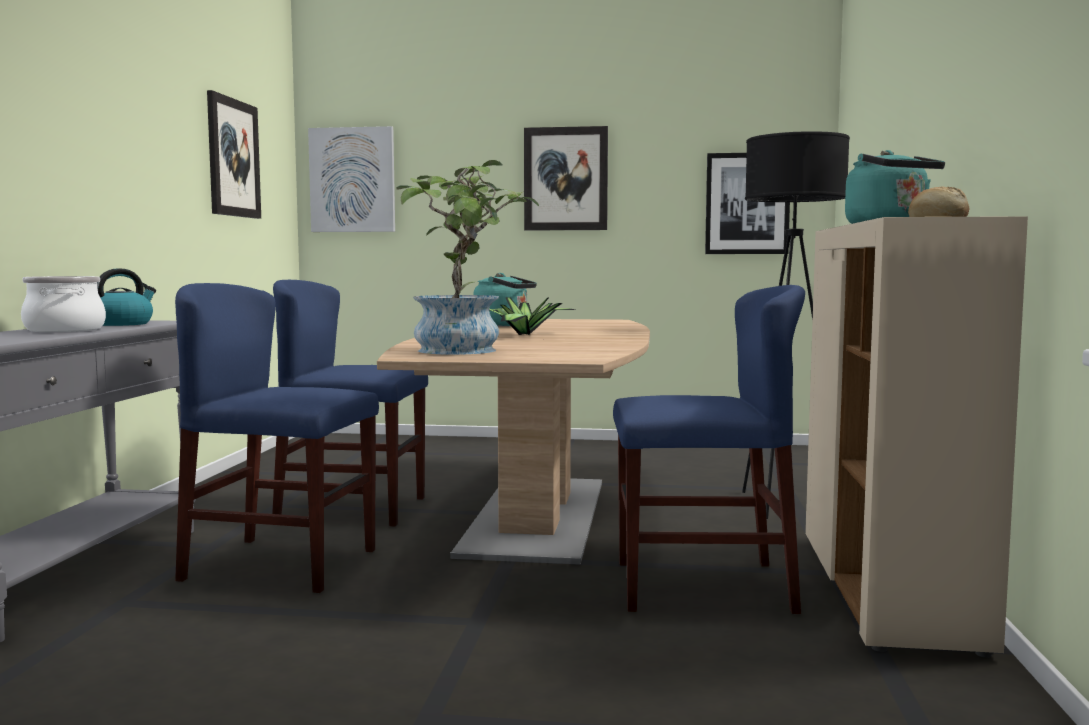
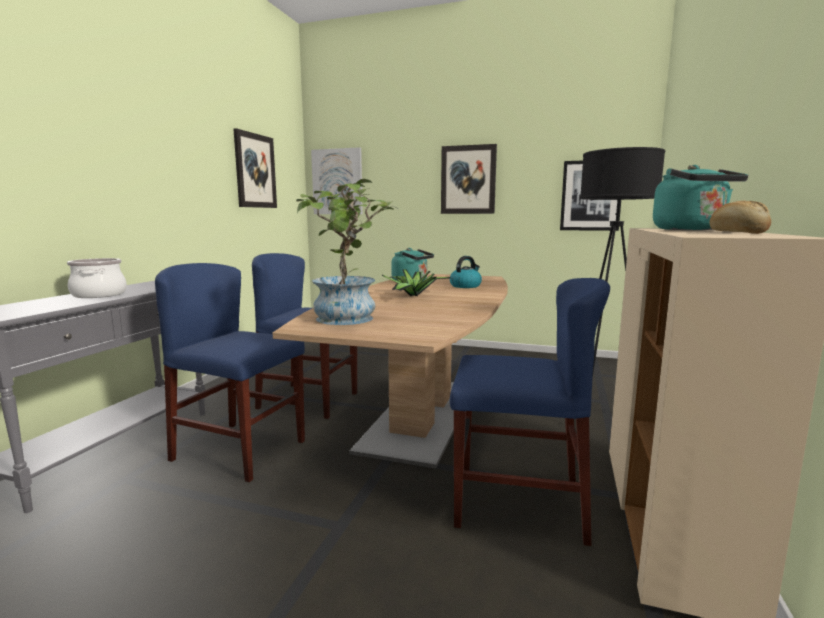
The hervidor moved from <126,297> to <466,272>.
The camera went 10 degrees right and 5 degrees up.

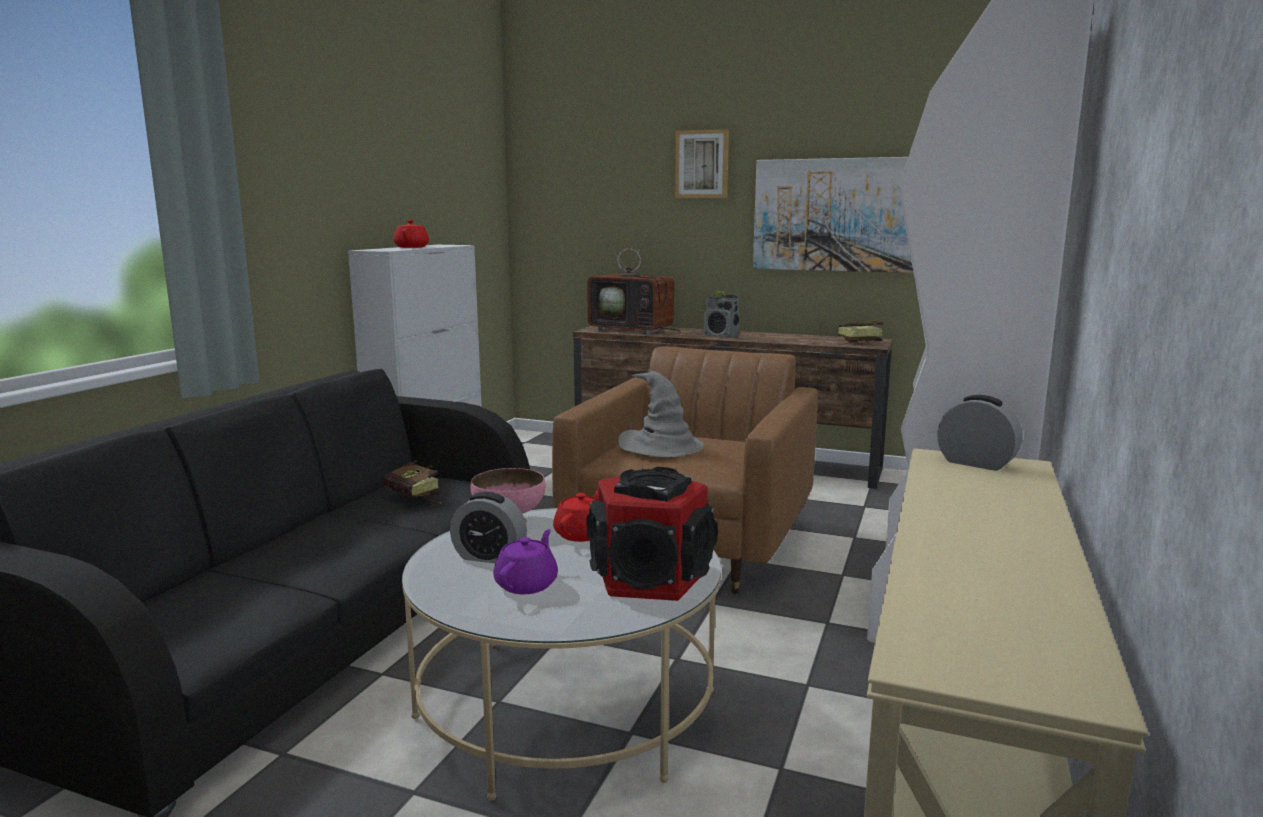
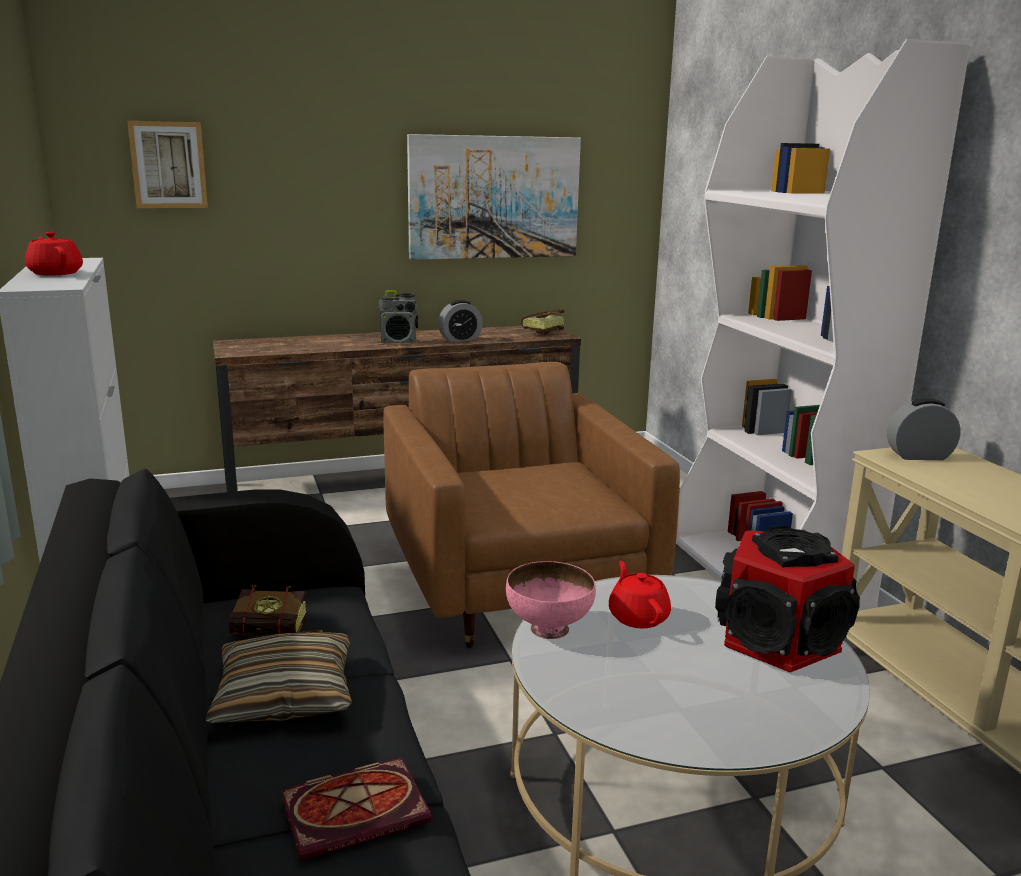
The cuadro moved from <702,163> to <167,164>.
The cojín at <279,677> appeared.
The libro at <356,809> appeared.
The despertador moved from <488,527> to <460,321>.
The tetera/morado at <525,561> disappeared.
The televisor at <634,281> disappeared.
The sombrero/gris at <661,414> disappeared.
The camera went 40 degrees left and 5 degrees up.

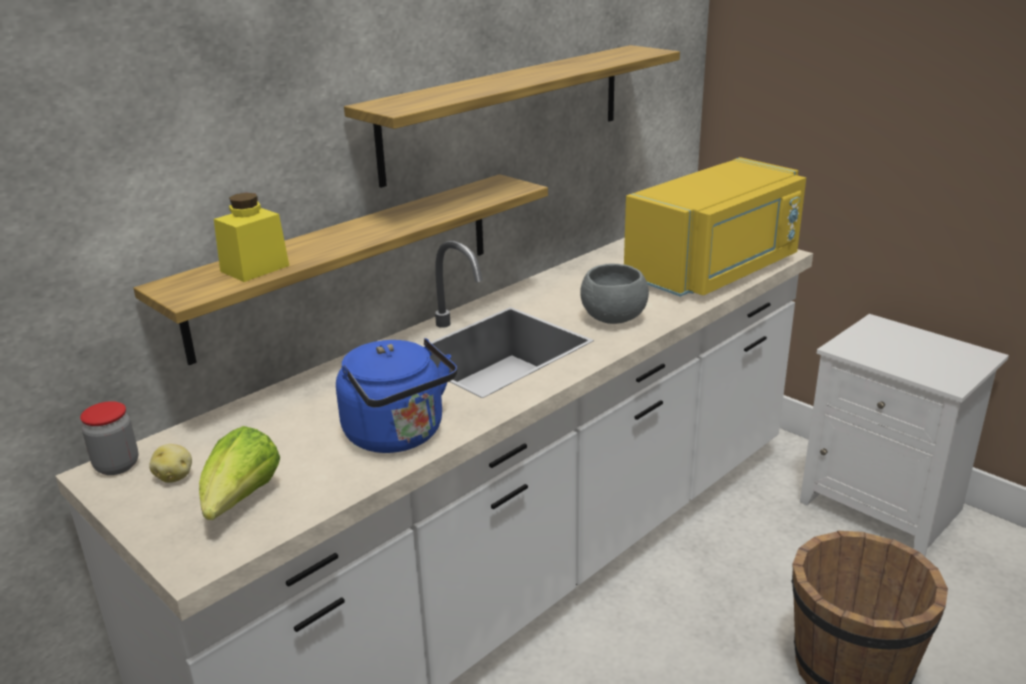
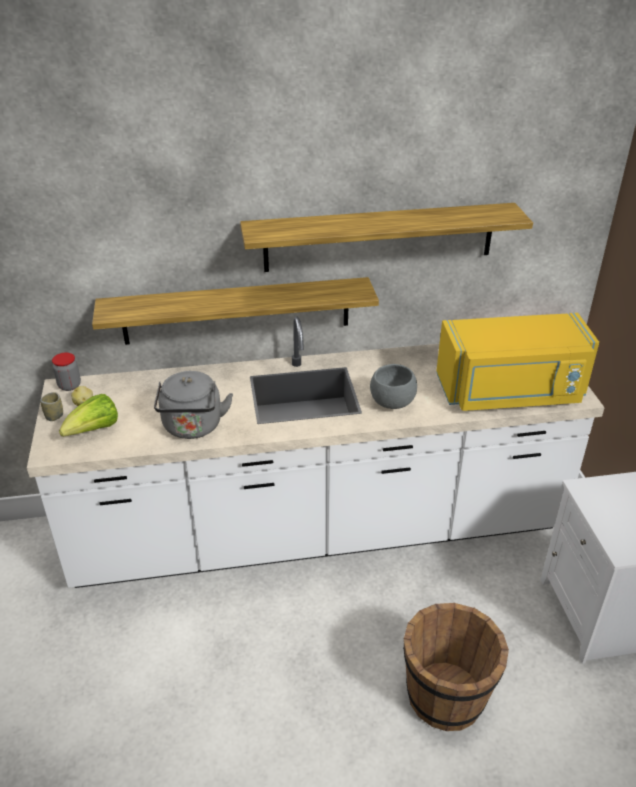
The taza at <51,406> appeared.
The hervidor/azul at <396,395> became the hervidor/gris at <193,405>.
The tarro/amarillo at <251,237> disappeared.
The camera went 35 degrees right and 10 degrees up.

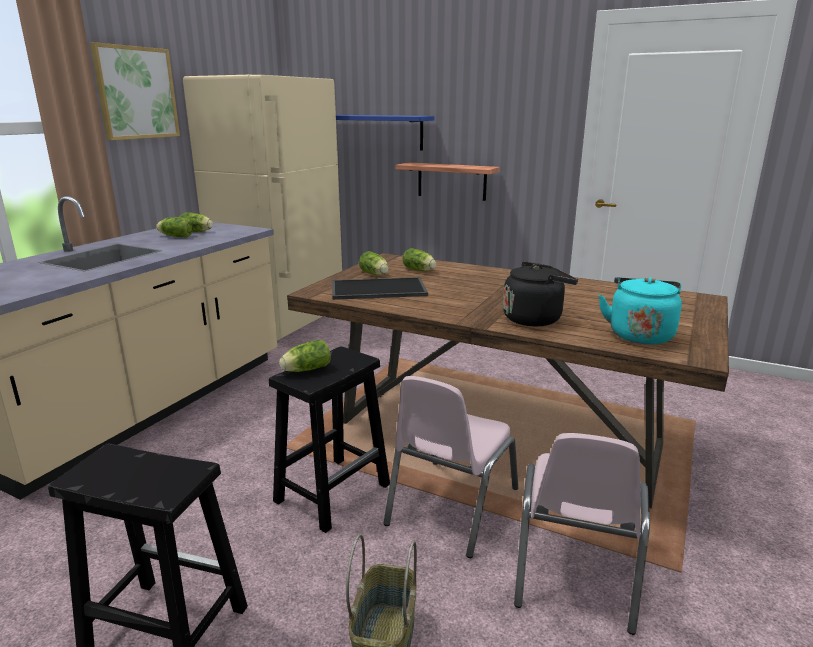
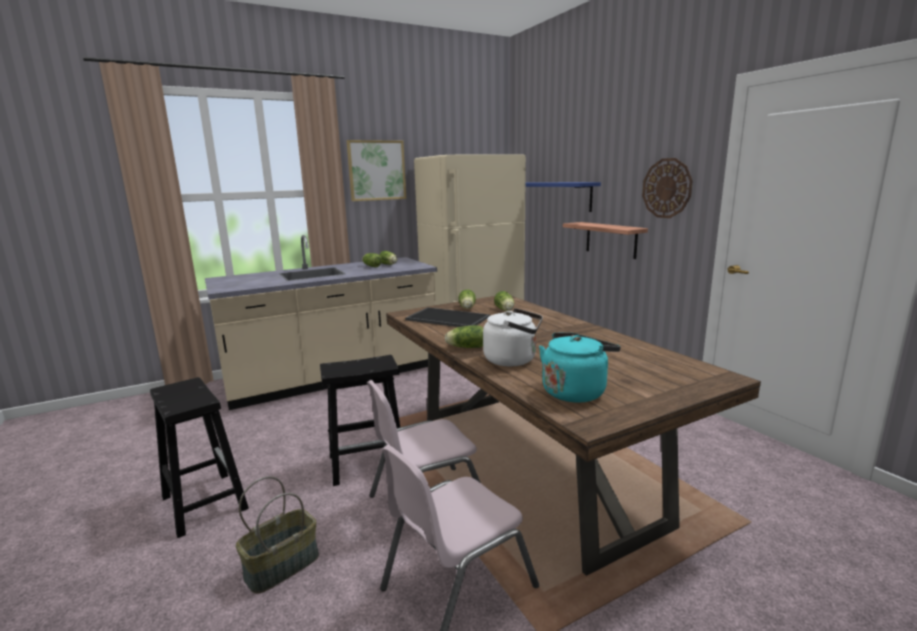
The lechuga moved from <305,356> to <464,336>.
The hervidor/negro at <540,293> became the hervidor/blanco at <513,337>.
The reloj de pared at <667,188> appeared.
The camera went 35 degrees right and 5 degrees down.

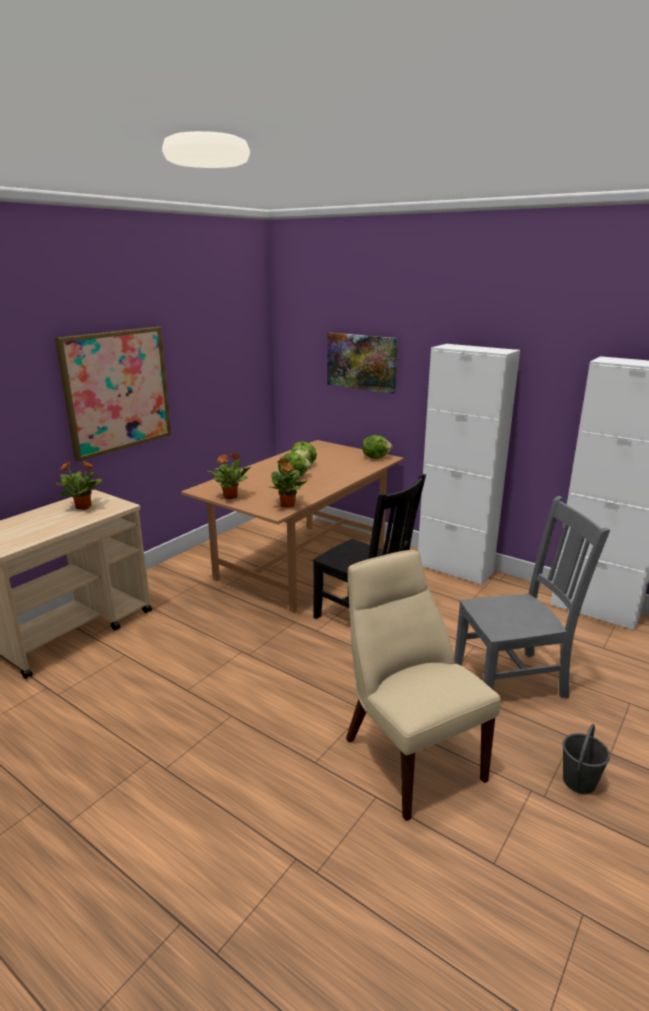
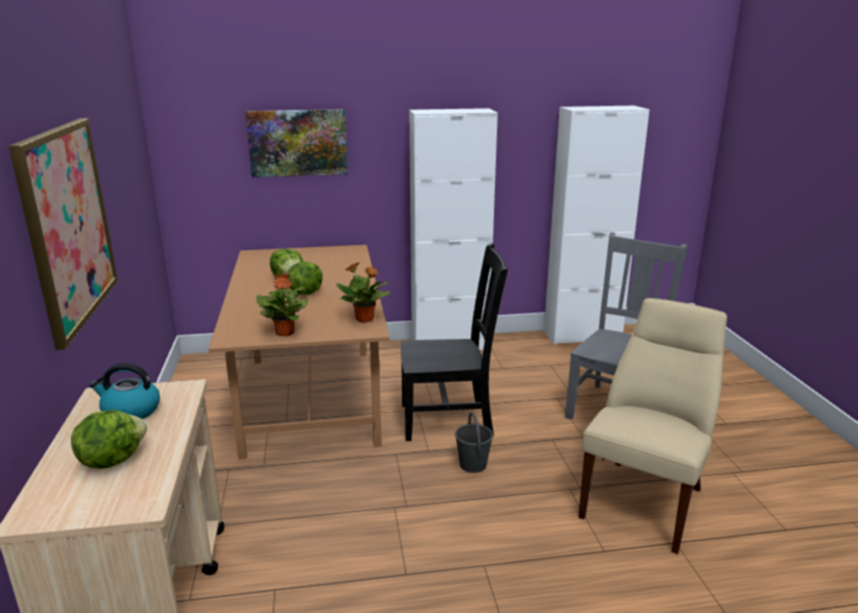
The lechuga moved from <377,447> to <109,439>.
The planta en maceta at <79,485> was replaced by the hervidor at <125,391>.
The cubo/gris moved from <586,759> to <474,442>.
The silla/beis at <423,685> turned 105 degrees clockwise.
The camera went 45 degrees left and 0 degrees up.

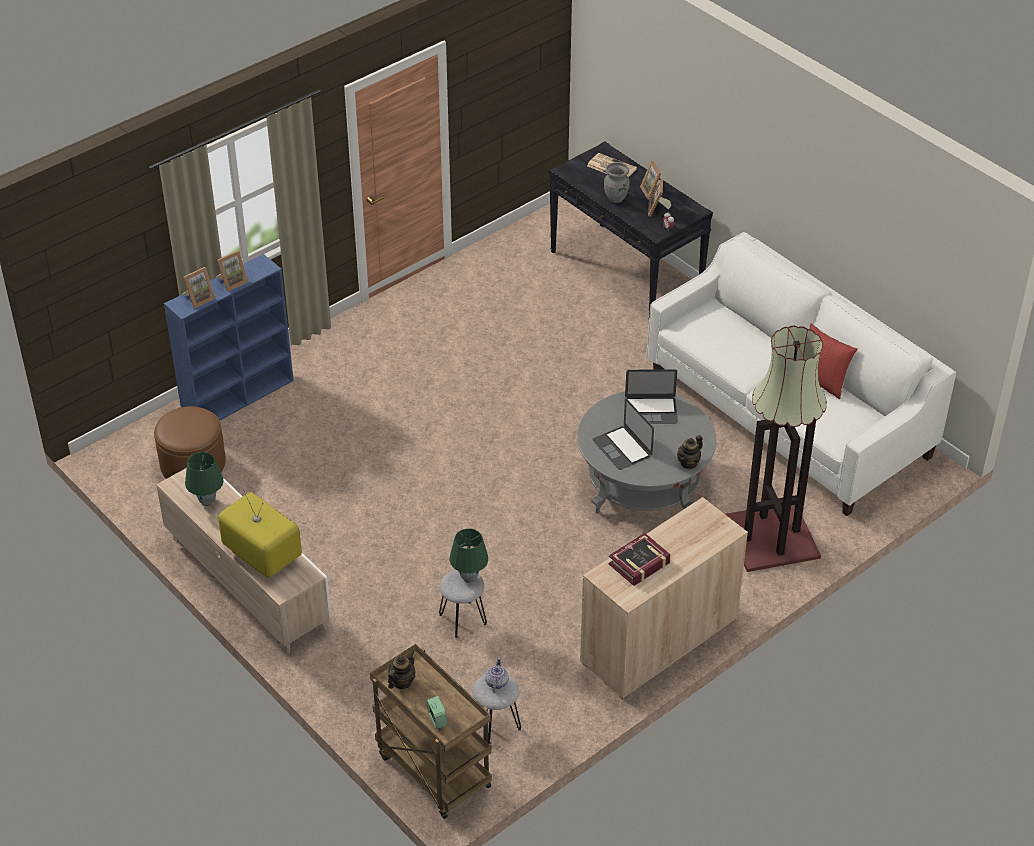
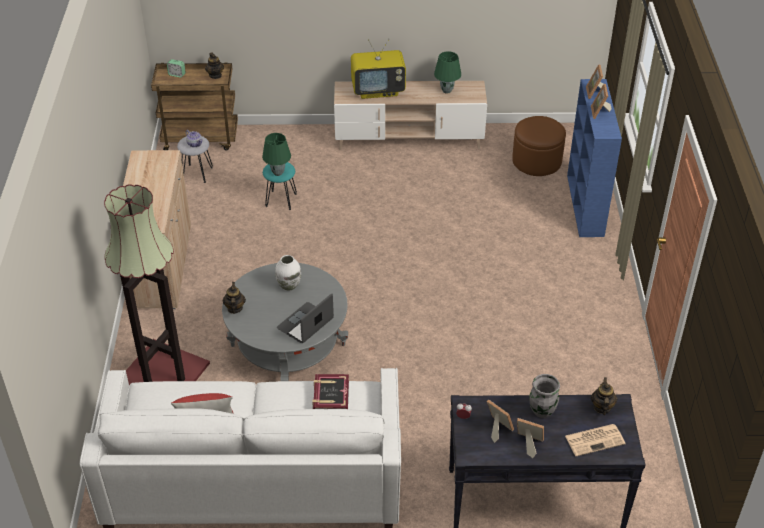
The taburete/gris at <463,604> became the taburete/turquesa at <280,186>.
The portátil at <623,434> was replaced by the florero/blanco at <288,272>.
The libro moved from <639,559> to <330,391>.
The tetera at <604,396> appeared.
The camera went 130 degrees right and 0 degrees up.

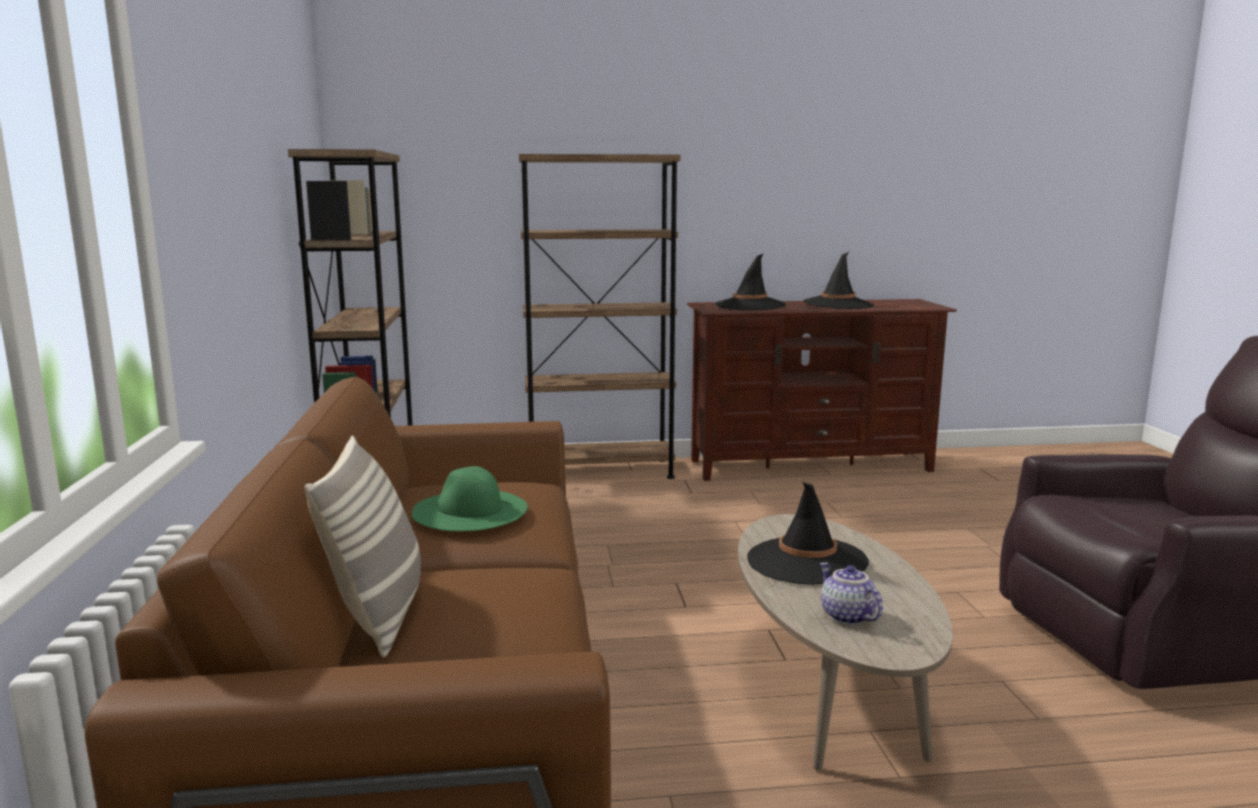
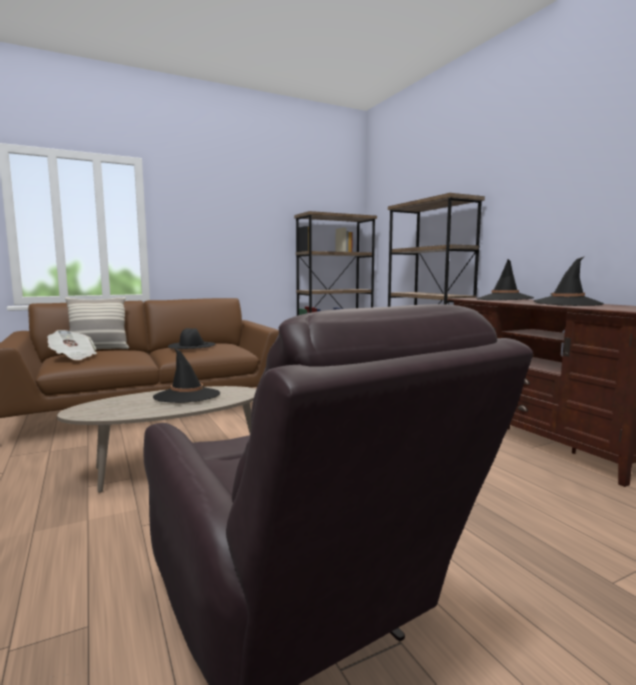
The periódico at <72,345> appeared.
The sombrero/verde at <470,498> became the sombrero/negro at <191,338>.
The tetera at <851,593> disappeared.
The camera went 70 degrees right and 5 degrees down.

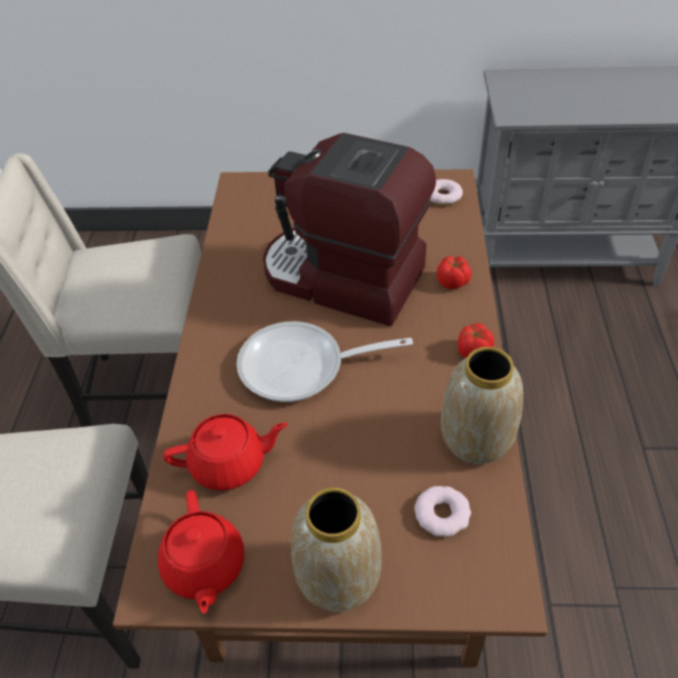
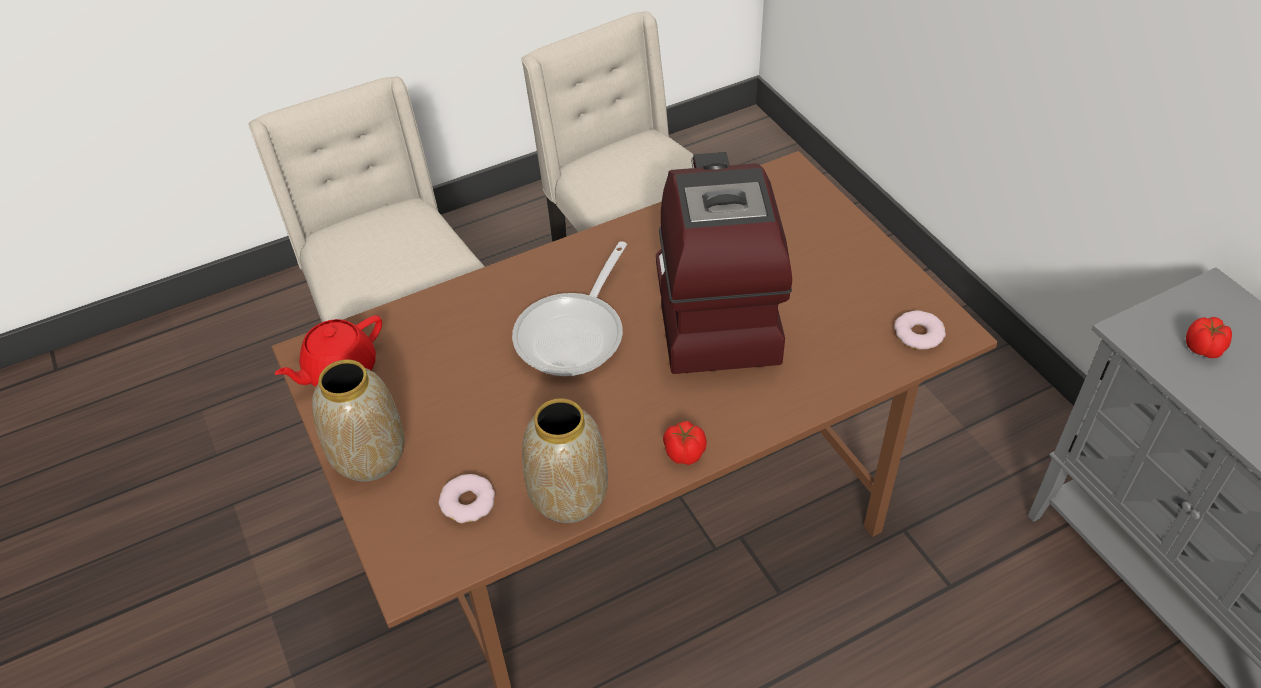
The sartén at <325,361> turned 120 degrees counterclockwise.
The tomate moved from <454,272> to <1209,337>.
The tetera/rojo at <225,452> disappeared.
The camera went 60 degrees right and 0 degrees up.

